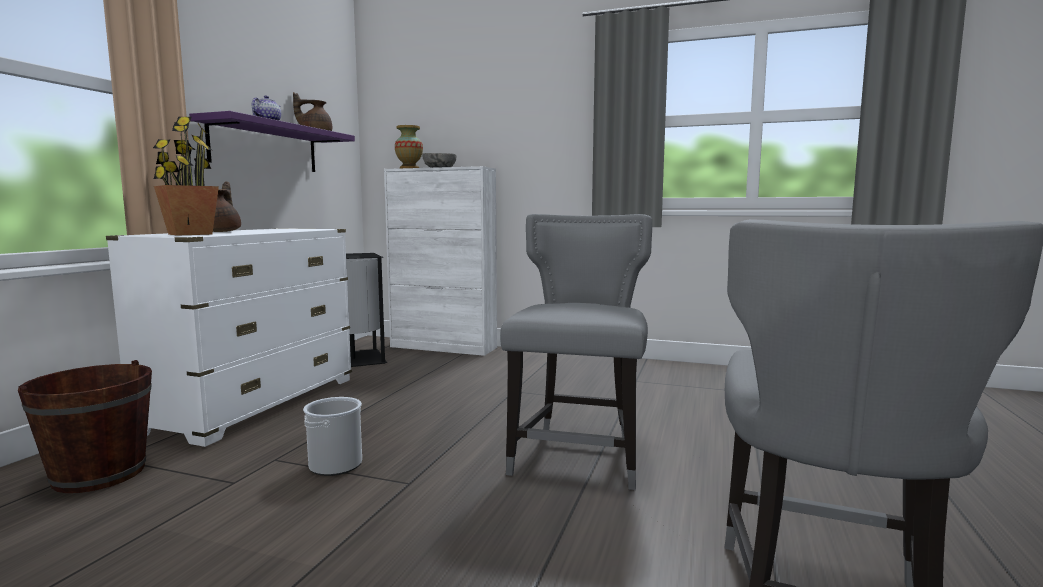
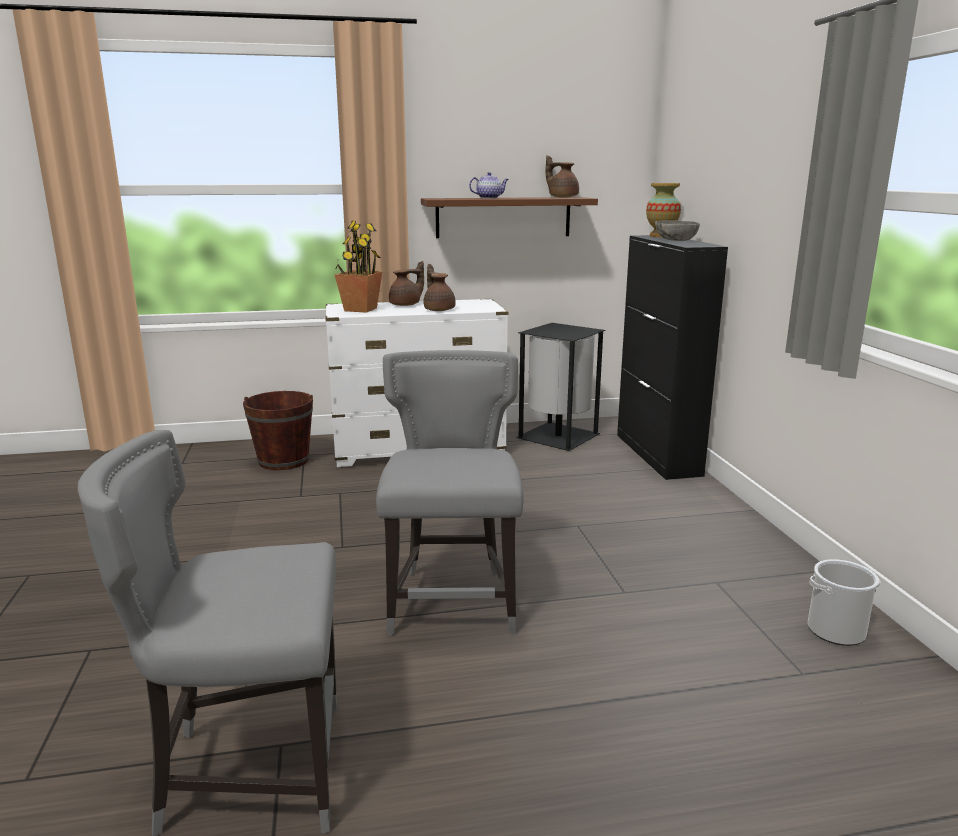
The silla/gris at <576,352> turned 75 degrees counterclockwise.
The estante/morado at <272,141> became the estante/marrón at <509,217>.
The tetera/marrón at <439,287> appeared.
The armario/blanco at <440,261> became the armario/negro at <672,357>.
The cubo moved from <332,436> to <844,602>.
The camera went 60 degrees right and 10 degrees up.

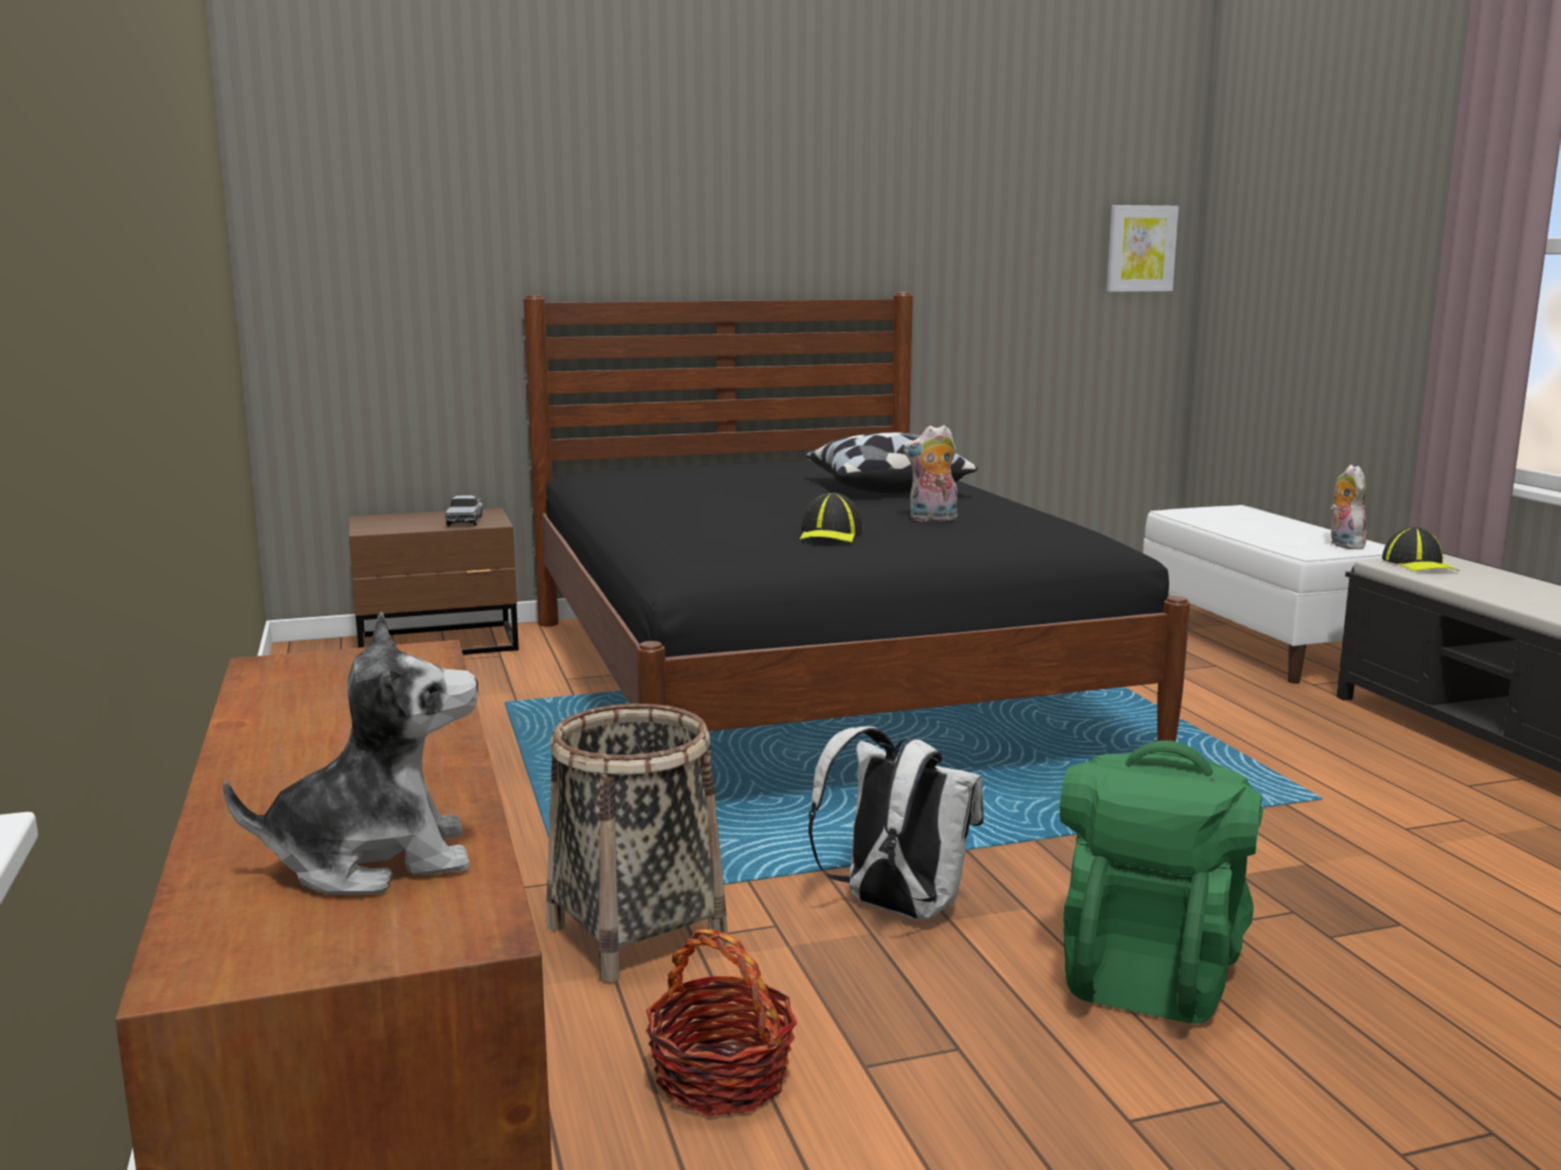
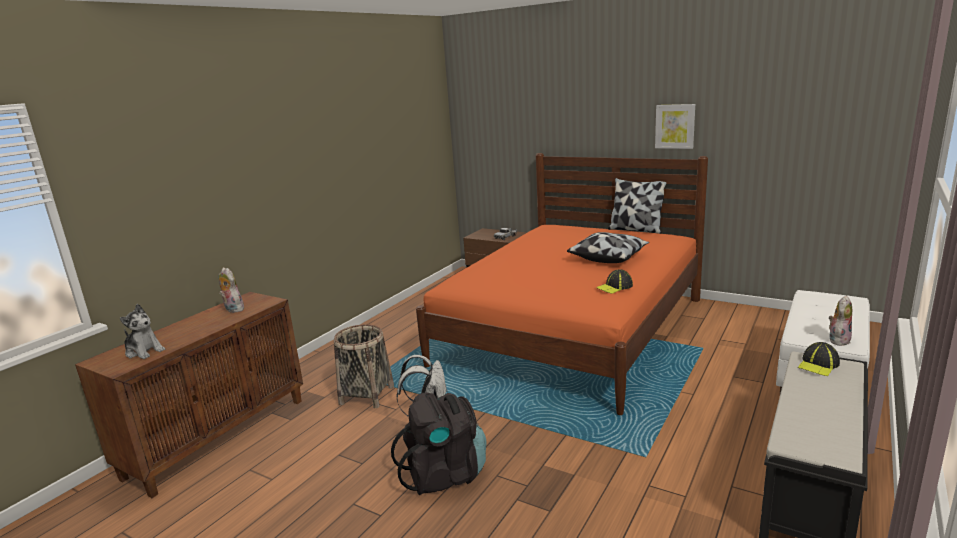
The peluche moved from <931,473> to <231,290>.
The mochila/verde at <1161,882> became the mochila/negro at <438,443>.
The cama/negro at <856,516> became the cama/naranja at <562,284>.
The gorra moved from <831,517> to <614,281>.
The cojín at <637,206> appeared.
The cuadro moved from <1143,248> to <675,126>.
The cesta at <721,1022> disappeared.
The camera went 50 degrees right and 5 degrees up.

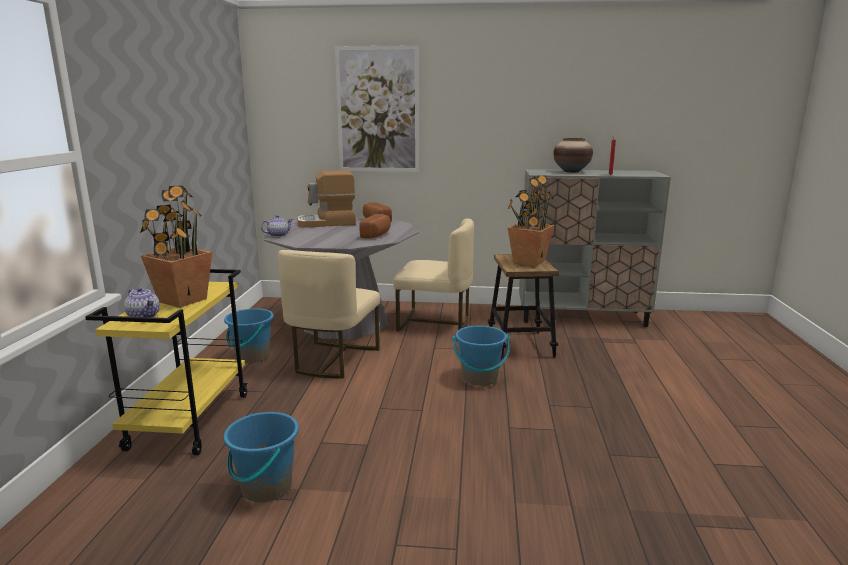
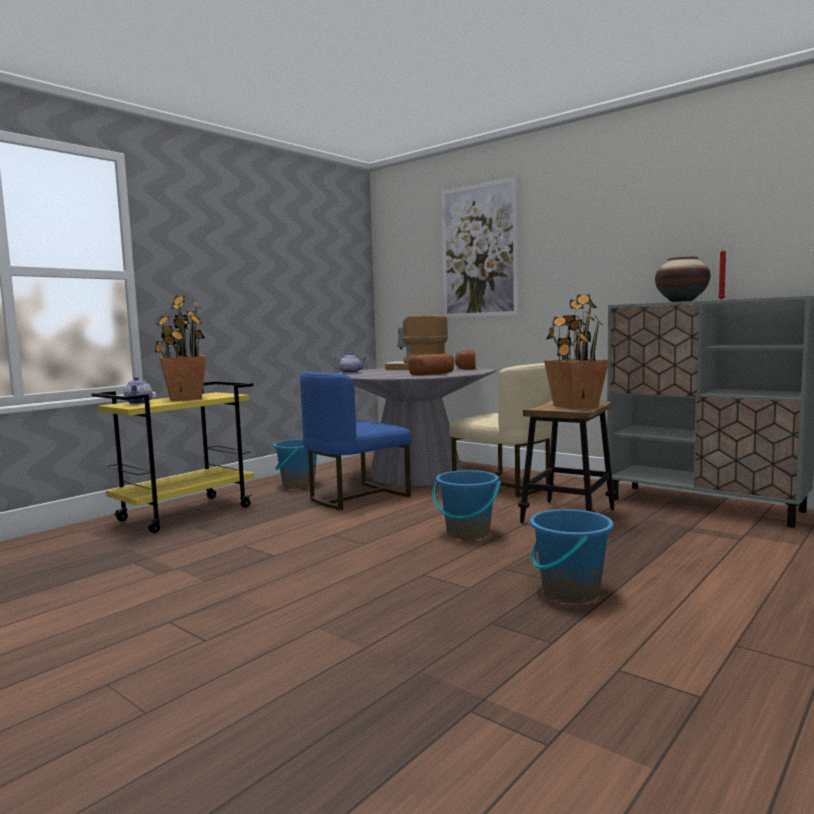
The silla/beis at <329,314> became the silla/azul at <355,441>.
The cubo/azul moved from <261,457> to <572,556>.
The camera went 35 degrees right and 10 degrees down.

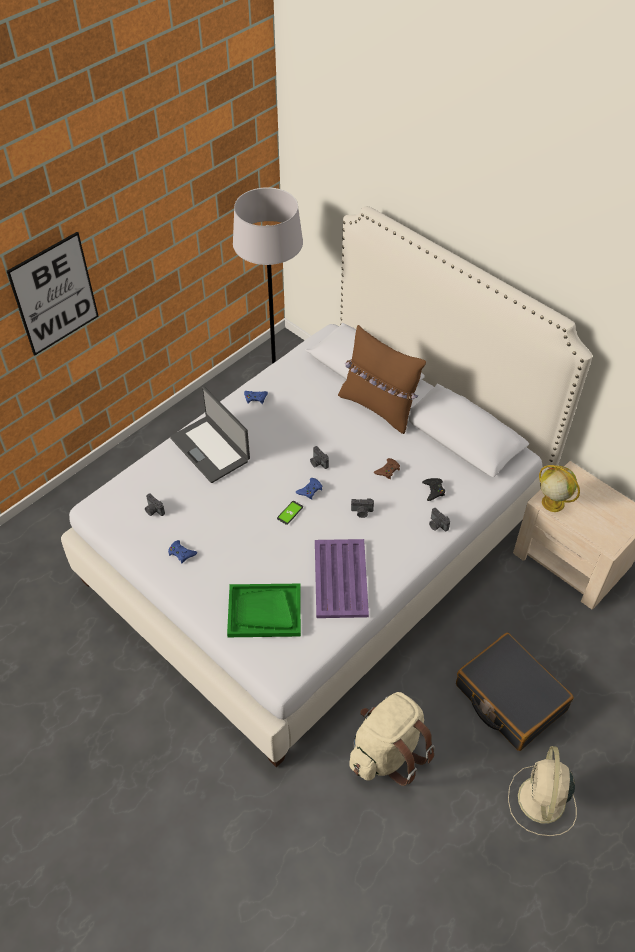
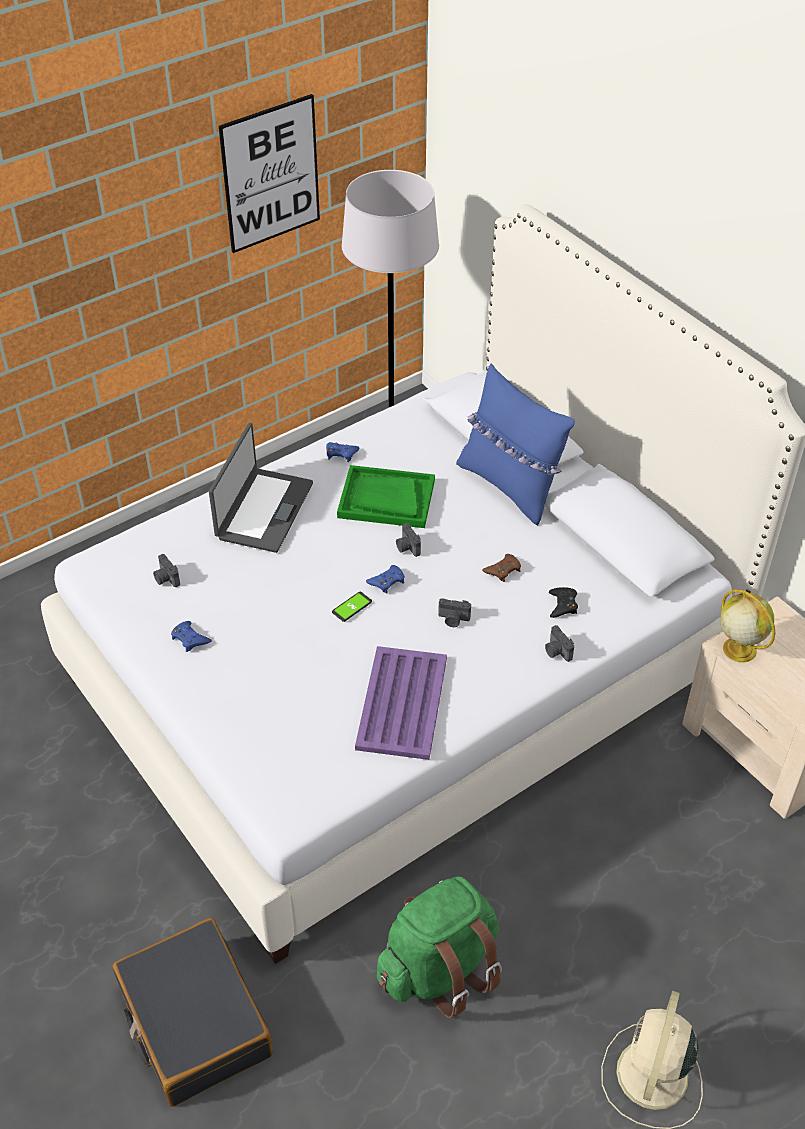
The maleta/negro moved from <515,691> to <193,1012>.
The portátil at <210,434> turned 135 degrees counterclockwise.
The cuadro moved from <53,293> to <269,173>.
The bandeja/verde moved from <264,610> to <386,496>.
The mochila/beis at <392,739> became the mochila/verde at <439,947>.
The cojín/marrón at <382,379> became the cojín/azul at <515,444>.
The camera went 10 degrees right and 5 degrees down.

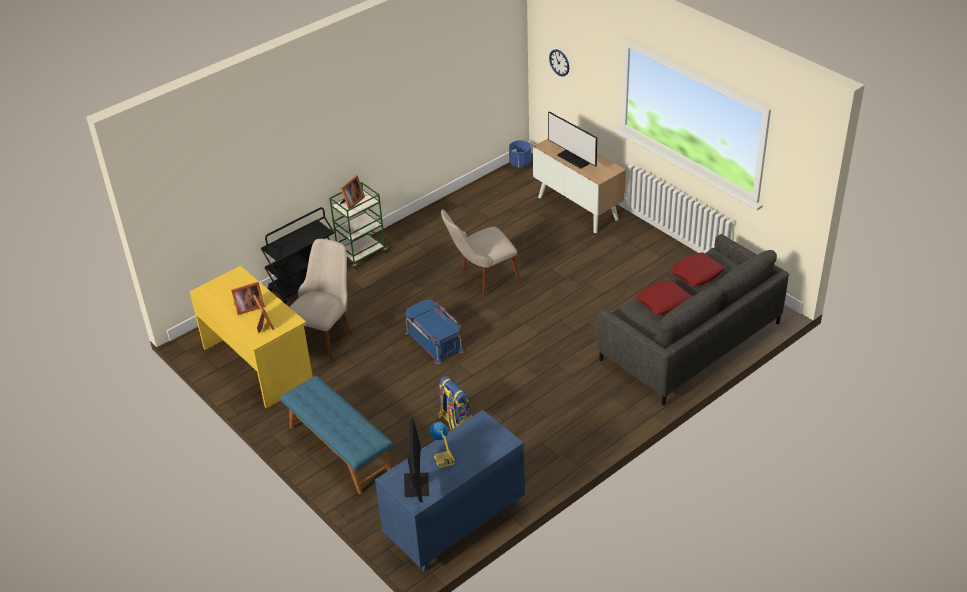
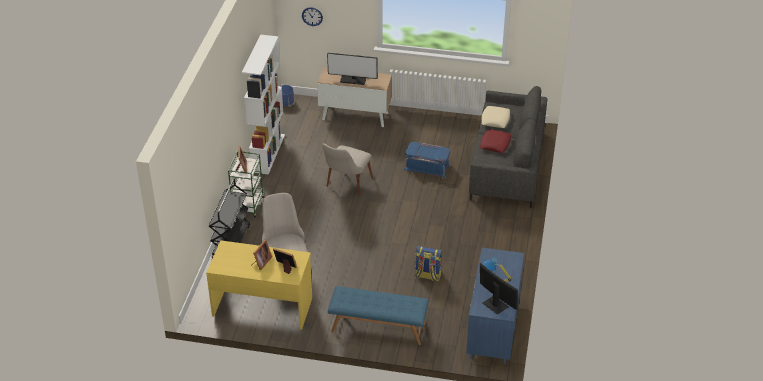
The estantería/blanco at <263,105> appeared.
The caja de almacenaje/azul moved from <434,332> to <427,160>.
The cojín/rojo at <697,269> became the cojín/beis at <495,117>.
The camera went 40 degrees left and 0 degrees up.

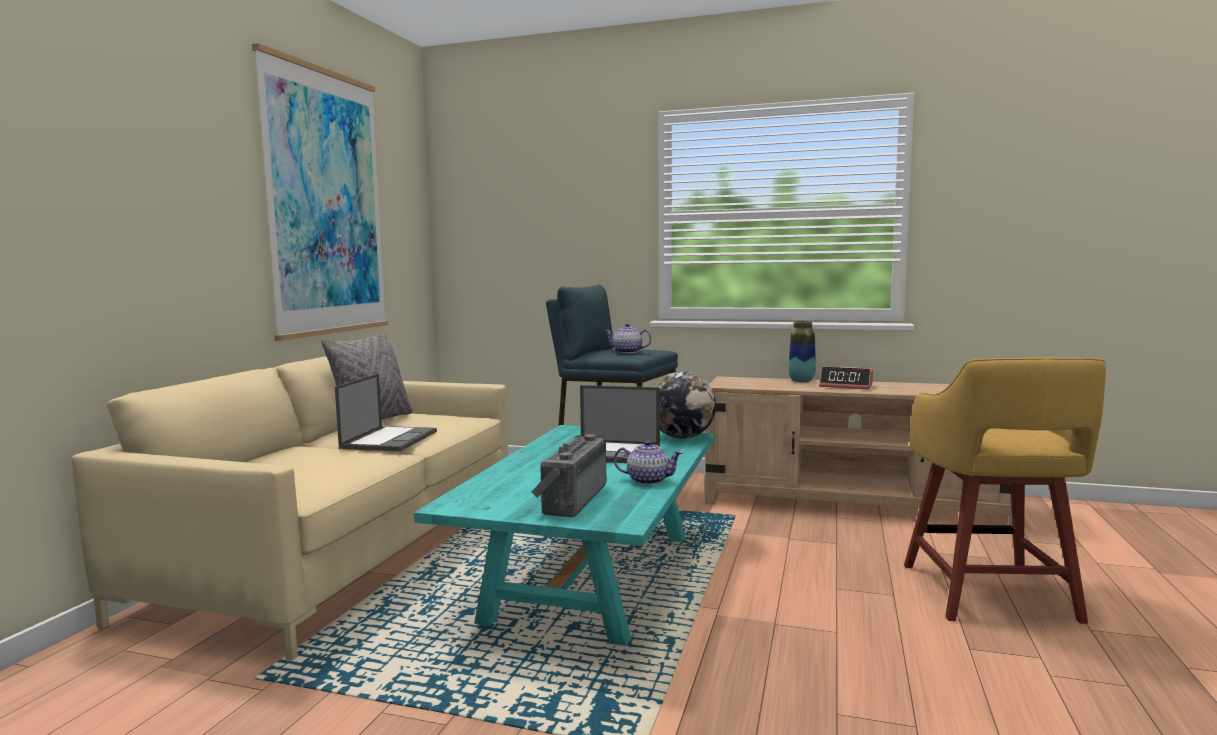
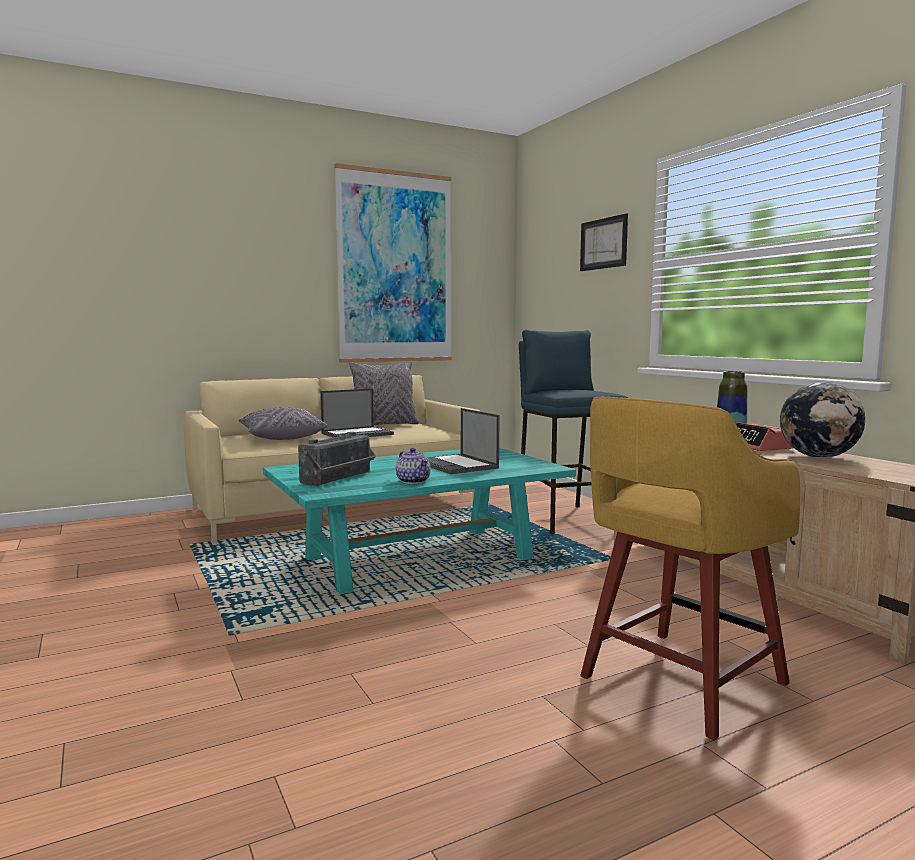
The cojín/gris at <283,423> appeared.
The radio at <568,475> turned 150 degrees clockwise.
The cuadro at <604,242> appeared.
The globo terráqueo moved from <685,405> to <822,420>.
The tetera at <628,338> disappeared.
The camera went 45 degrees right and 0 degrees up.

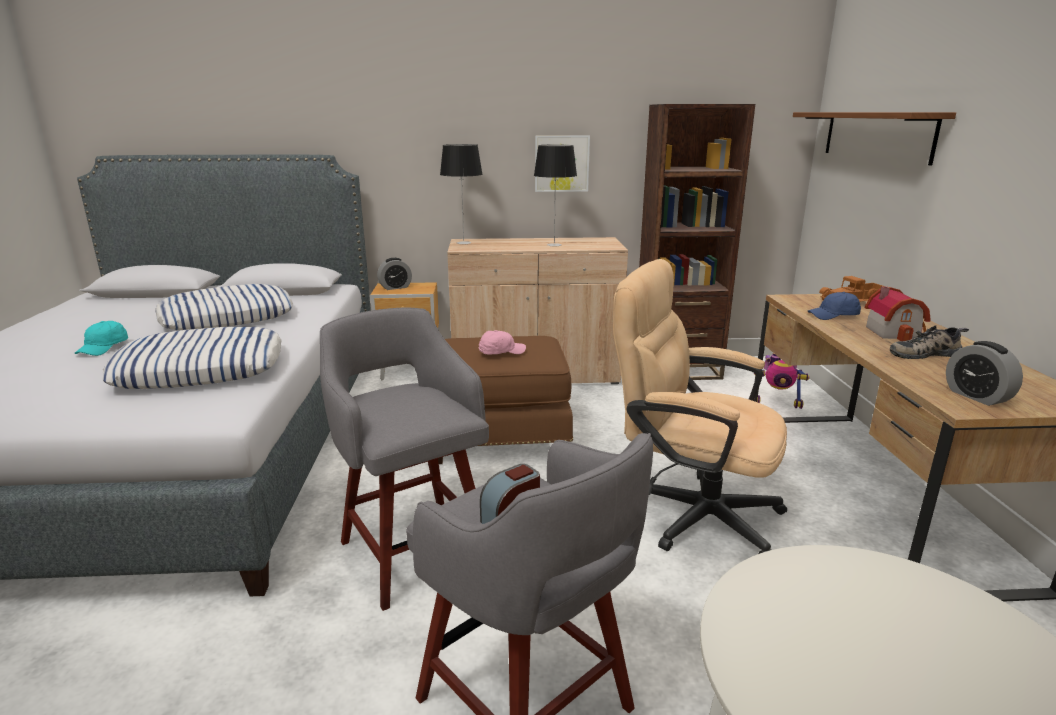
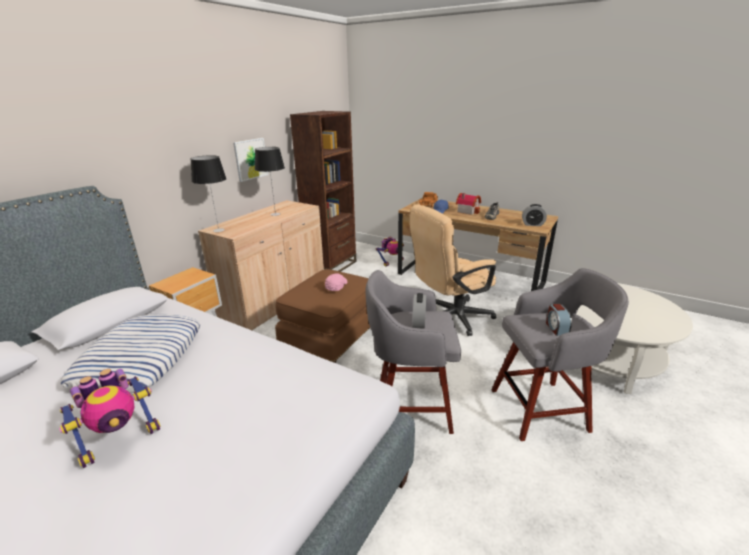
The gorra/turquesa at <101,338> was replaced by the robot de juguete at <110,418>.
The despertador moved from <394,274> to <419,311>.
The cojín at <192,358> disappeared.
The estante at <874,139> disappeared.
The camera went 55 degrees left and 5 degrees up.

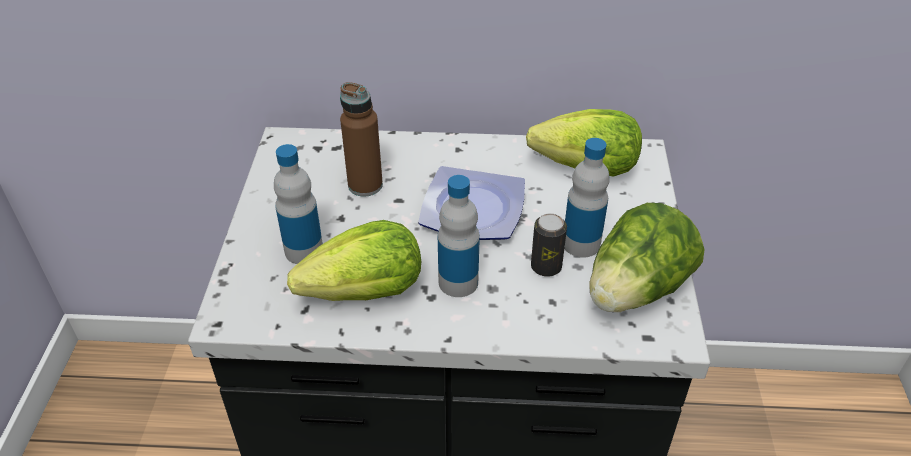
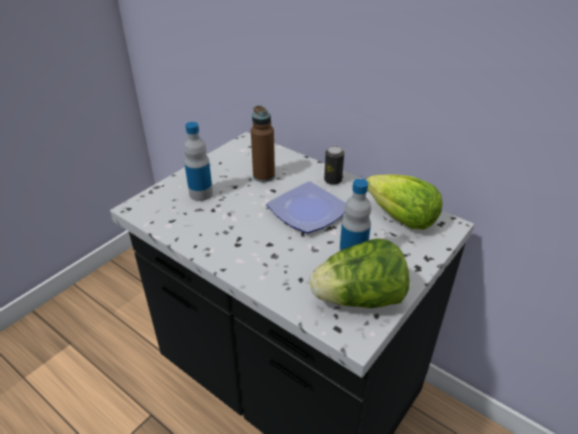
The lata moved from <549,245> to <334,165>.
The lechuga at <354,260> disappeared.
The botella at <459,236> disappeared.
The camera went 35 degrees right and 5 degrees down.

